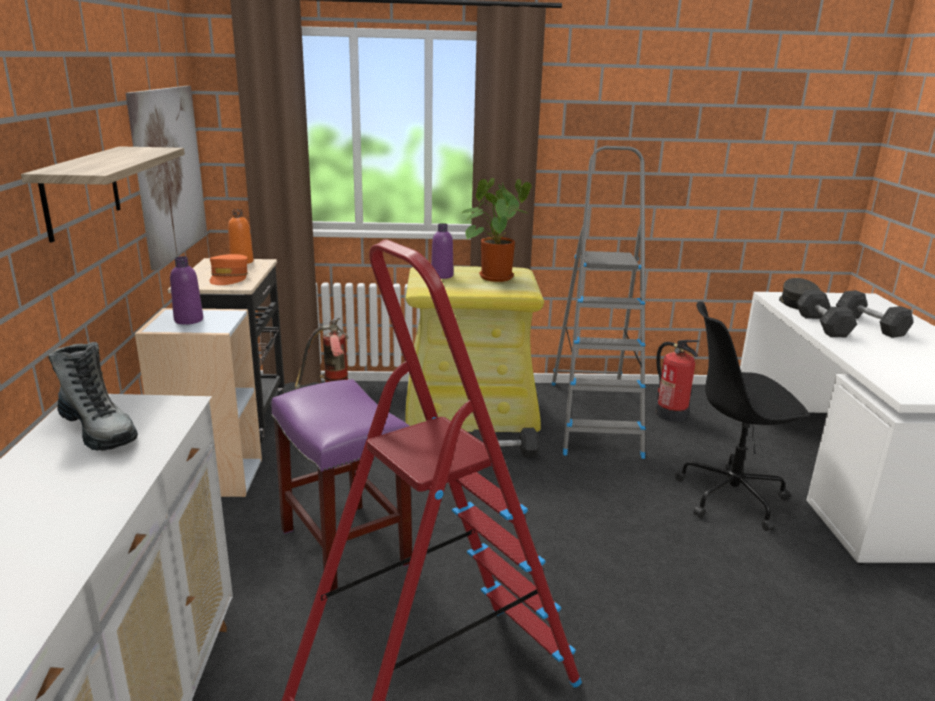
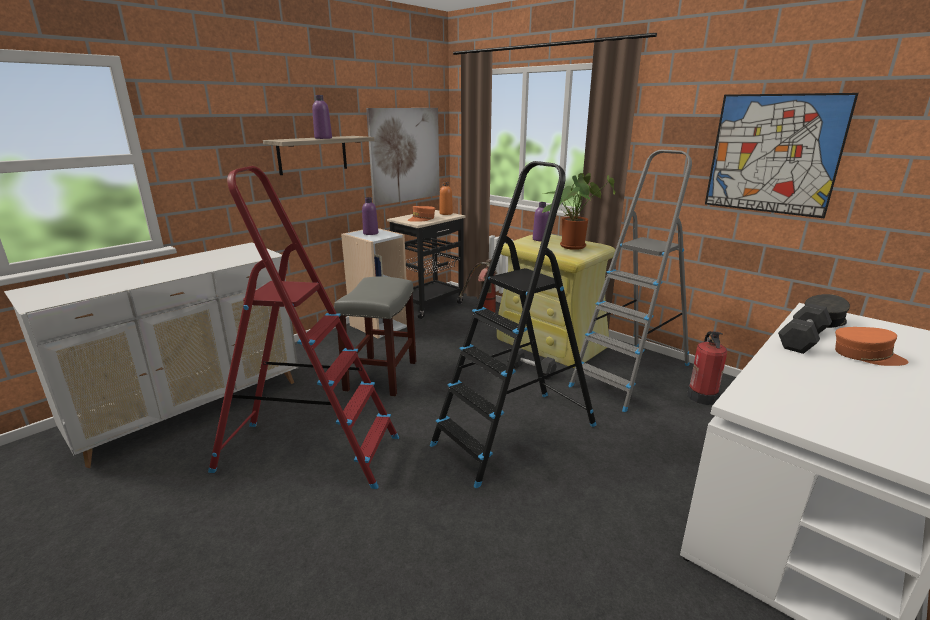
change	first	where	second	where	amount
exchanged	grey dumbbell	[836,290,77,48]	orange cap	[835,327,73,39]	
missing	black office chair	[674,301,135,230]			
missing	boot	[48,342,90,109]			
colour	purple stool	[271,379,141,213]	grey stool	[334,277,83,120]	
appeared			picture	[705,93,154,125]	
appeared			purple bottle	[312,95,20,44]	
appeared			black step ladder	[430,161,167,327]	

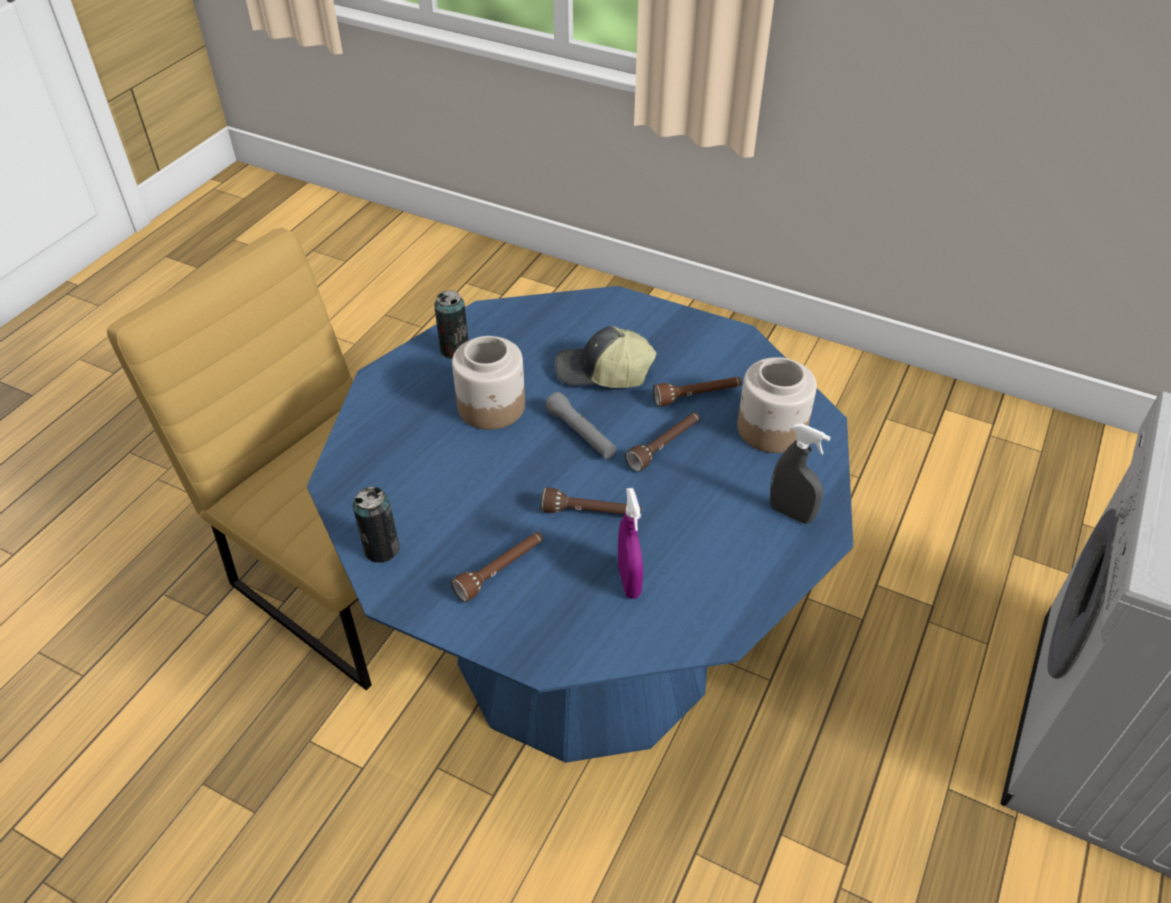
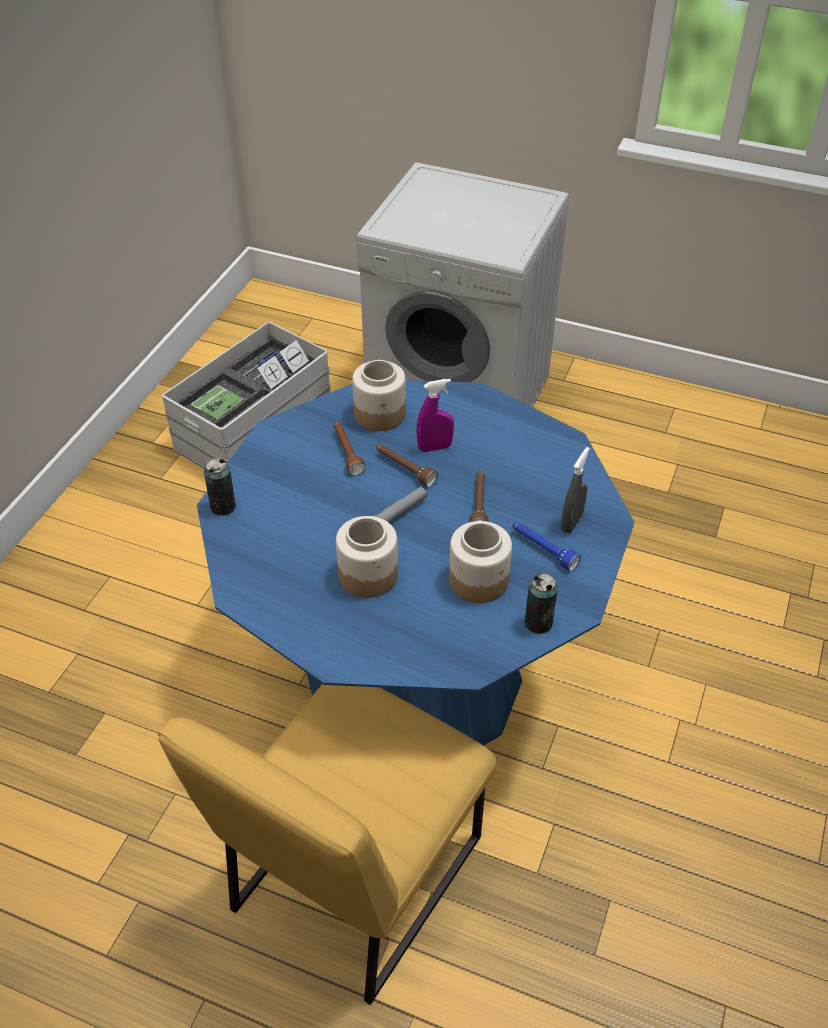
change	first	where	second	where	amount
relocated	can	[434,290,34,69]		[204,458,32,58]	
missing	cap	[555,326,102,62]			
relocated	grey spray bottle	[770,424,61,100]		[561,447,29,86]	
relocated	purple spray bottle	[618,488,25,111]		[416,379,38,73]	
colour	brown flashlight	[451,532,92,70]	blue flashlight	[513,522,68,49]	
appeared			grey storage box	[162,322,168,147]	
appeared			jar	[449,521,63,82]	

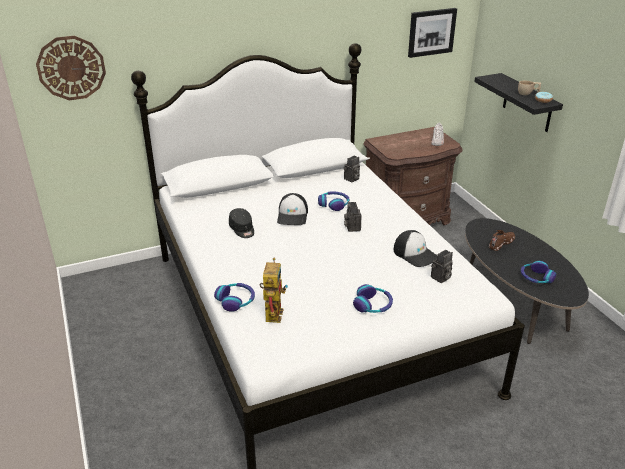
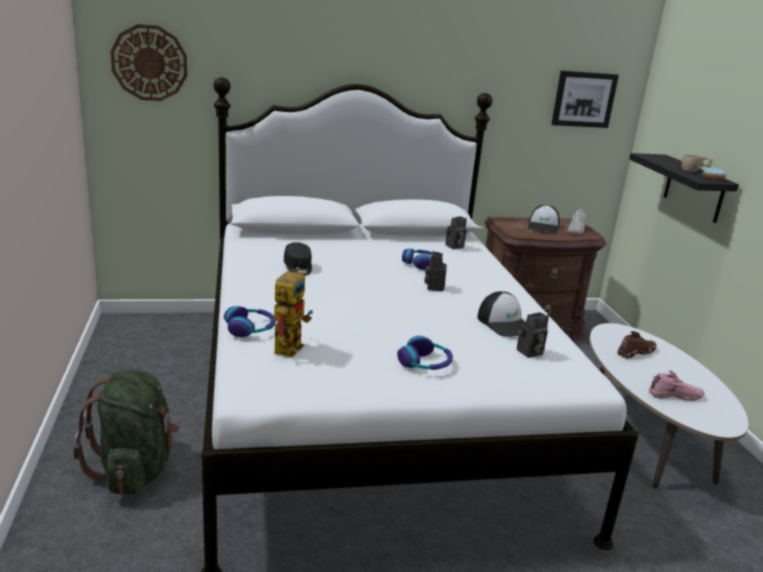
change	first	where	second	where	amount
relocated	cap	[277,193,31,32]		[528,205,32,28]	
colour	black coffee table	[465,218,124,126]	white coffee table	[589,323,159,165]	
exchanged	headphones	[521,261,35,22]	pink shoe	[649,370,56,31]	
appeared			green backpack	[73,370,107,125]	

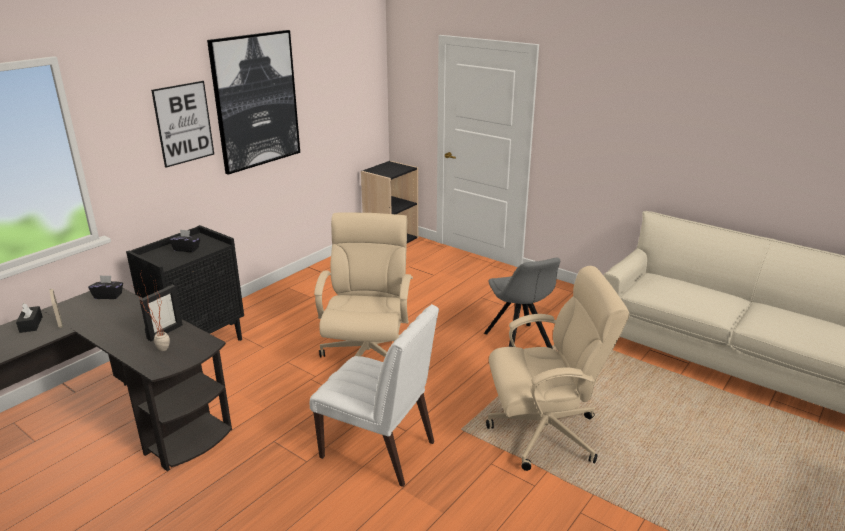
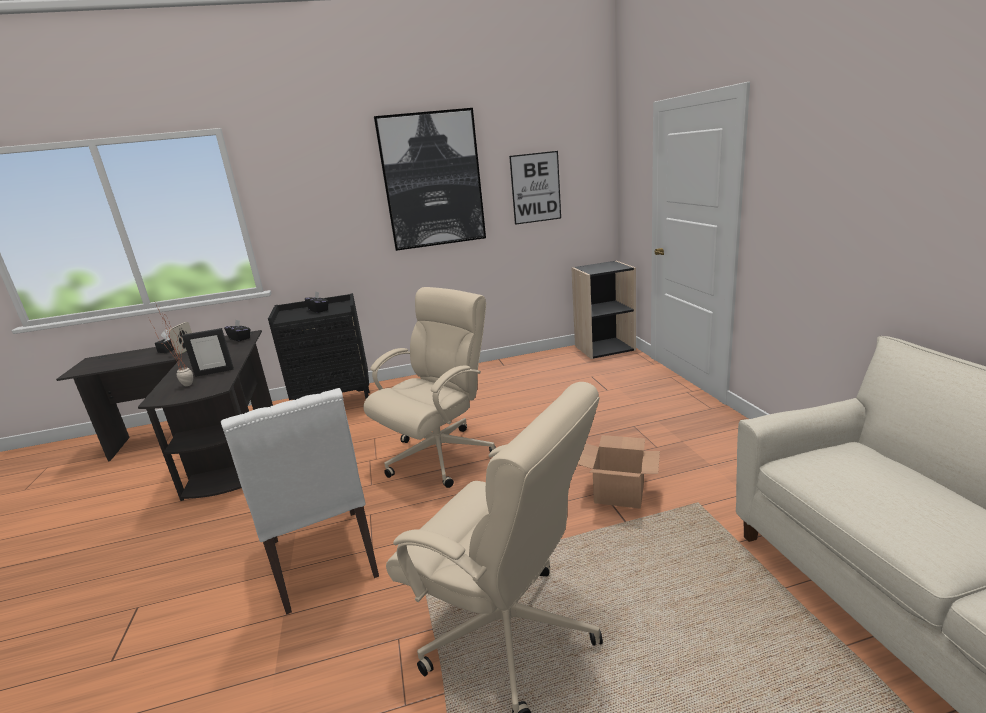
change	first	where	second	where	amount
relocated	picture	[151,81,63,87]		[509,151,52,74]	
exchanged	grey chair	[484,258,76,91]	cardboard box	[578,435,82,74]	

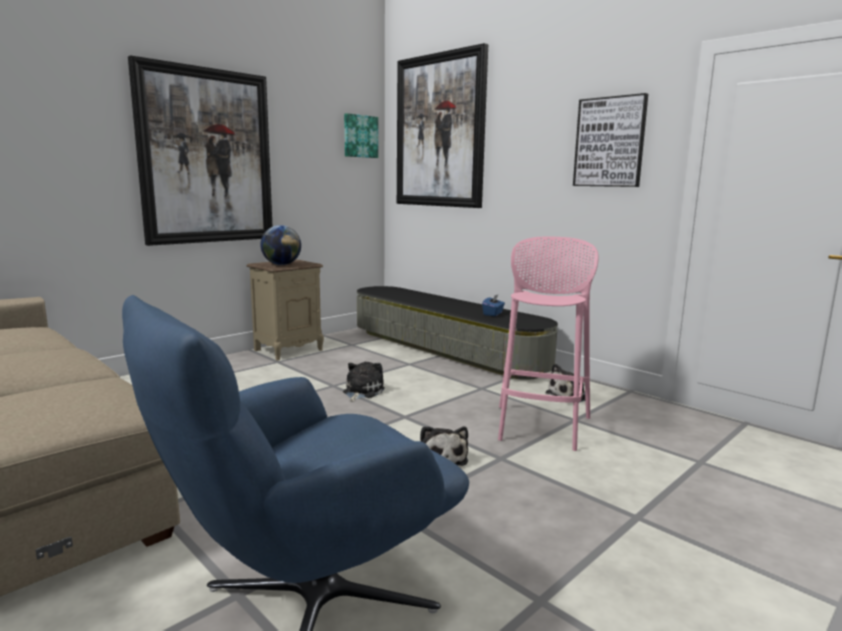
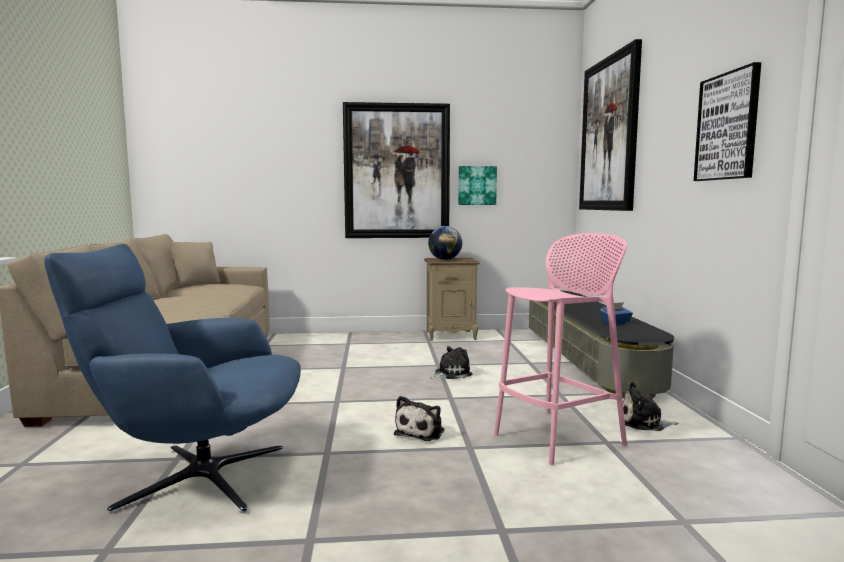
change	first	where	second	where	amount
relocated	picture	[344,113,34,45]		[458,166,39,39]	

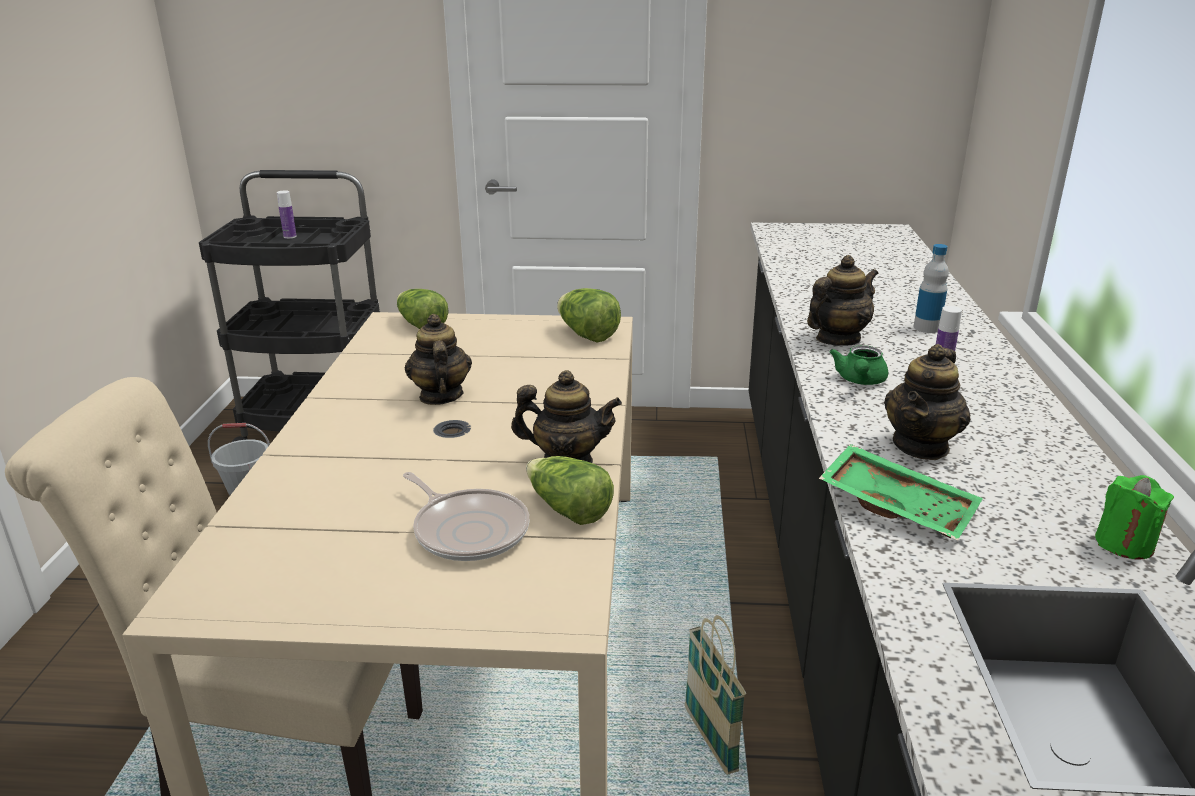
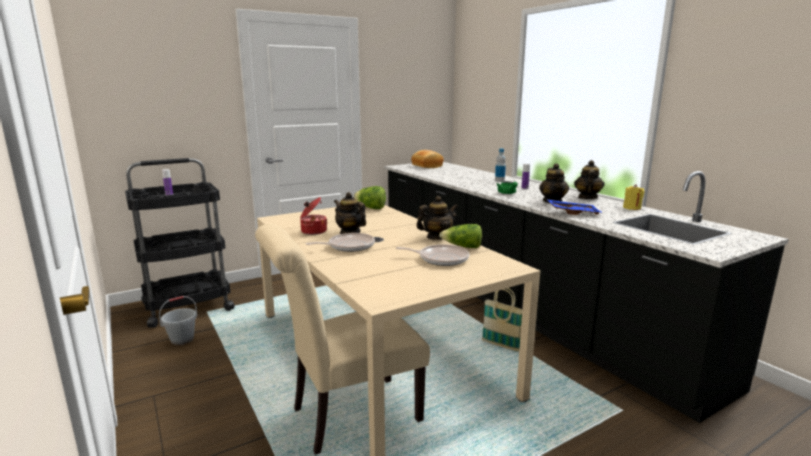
change	first	where	second	where	amount
relocated	teapot	[807,255,72,91]		[574,160,31,39]	
missing	lettuce	[397,289,51,40]			
colour	green tray	[819,444,164,96]	blue tray	[547,199,56,16]	
colour	green candle	[1095,475,79,85]	yellow candle	[623,184,21,26]	
appeared			bread	[411,150,33,18]	
appeared			cooking pot	[300,197,27,38]	
appeared			frying pan	[306,233,69,19]	

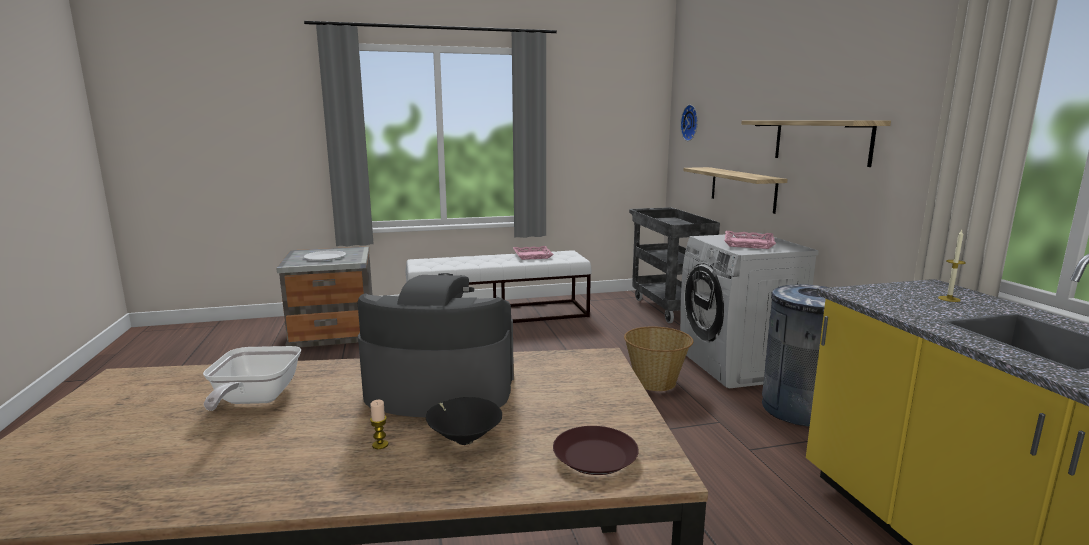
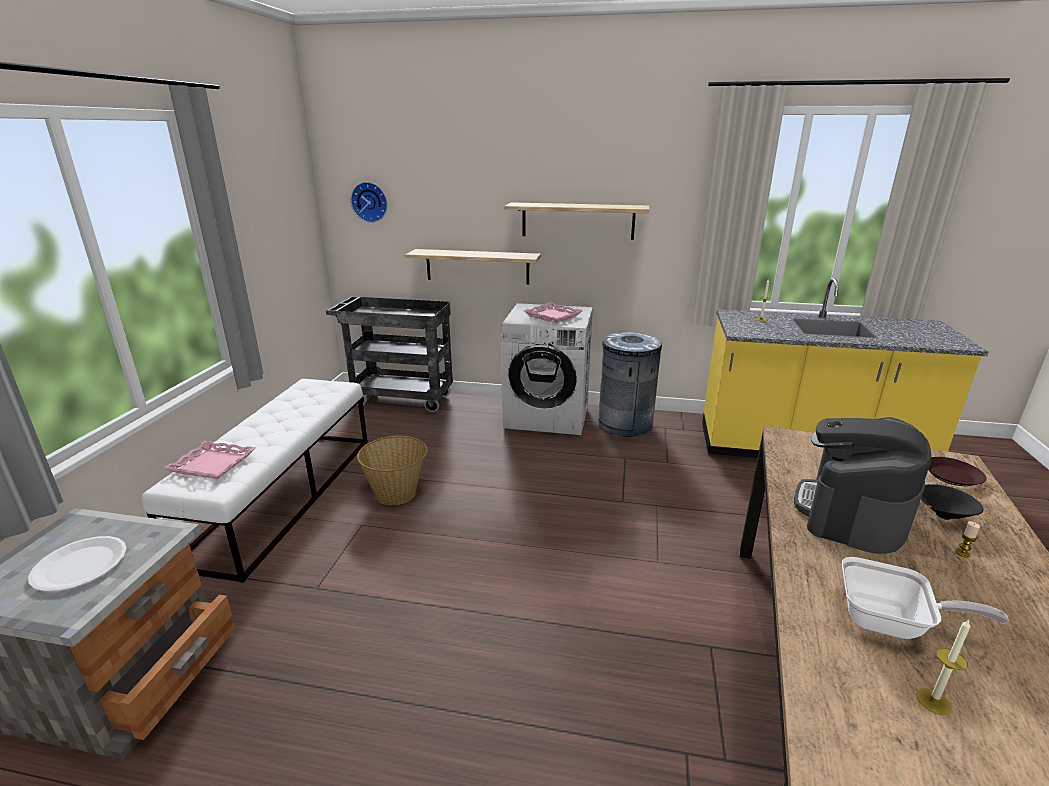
change	first	where	second	where	amount
relocated	pink tray	[513,246,41,14]		[163,440,92,39]	
relocated	basket	[624,326,69,65]		[357,436,71,69]	
appeared			candle	[916,619,54,96]	

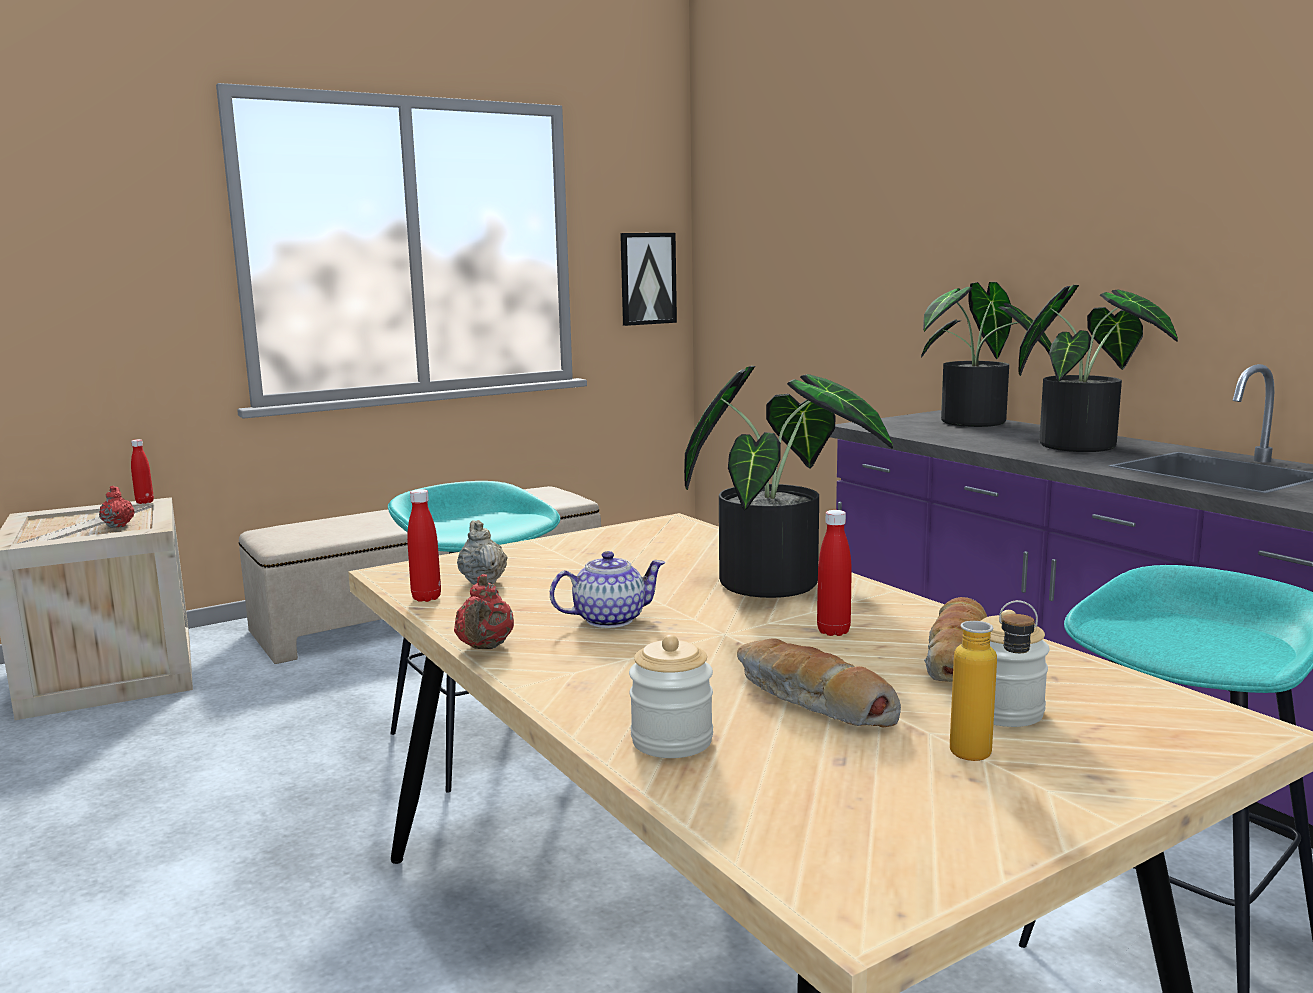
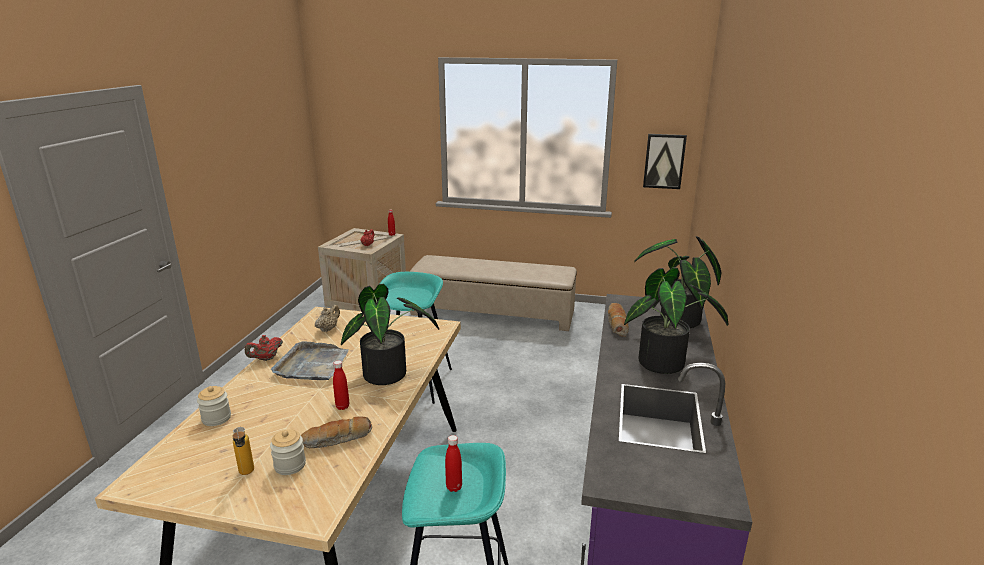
change	first	where	second	where	amount
relocated	red bottle	[407,489,34,113]		[445,435,17,57]	
exchanged	teapot	[550,551,116,77]	grey tray	[271,341,78,39]	
relocated	bread	[737,639,164,88]		[608,303,21,34]	

